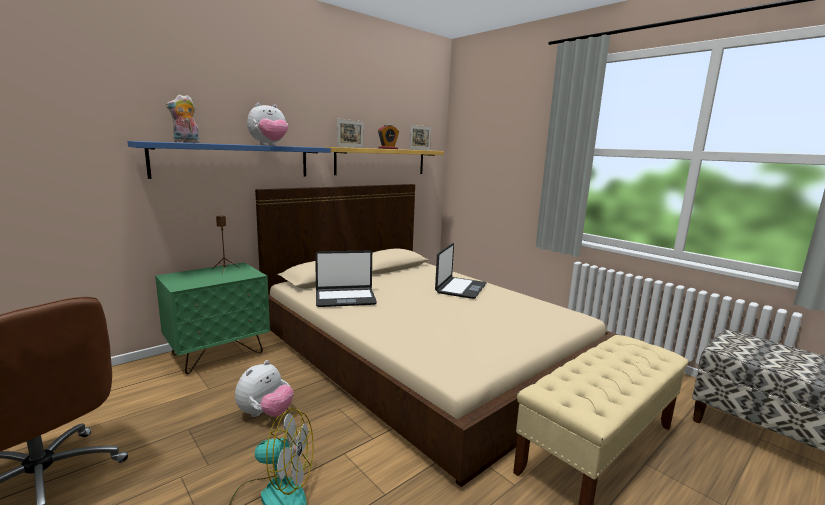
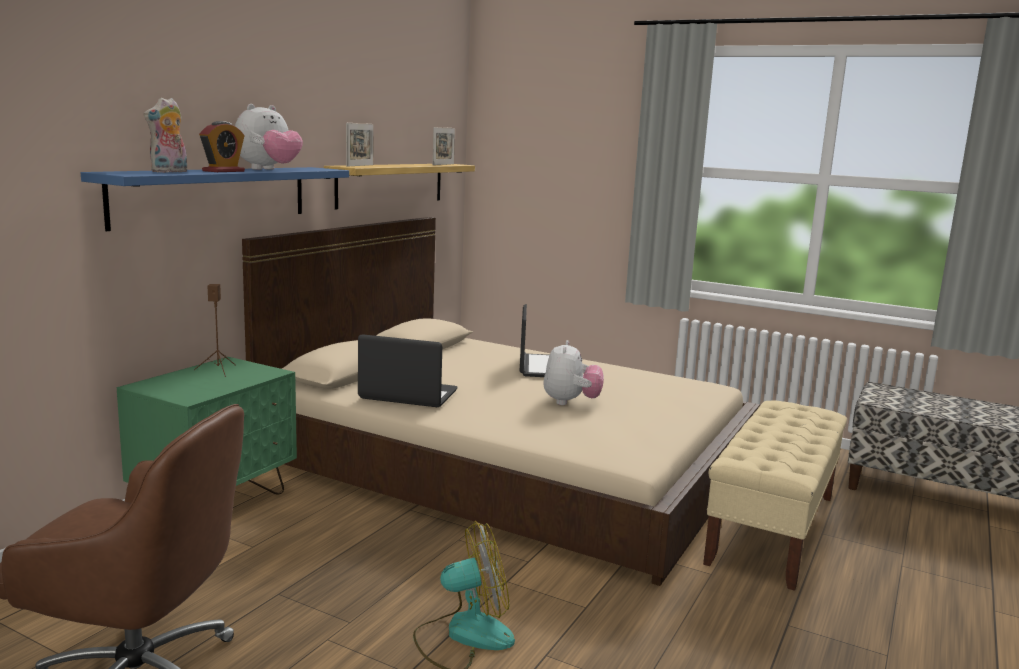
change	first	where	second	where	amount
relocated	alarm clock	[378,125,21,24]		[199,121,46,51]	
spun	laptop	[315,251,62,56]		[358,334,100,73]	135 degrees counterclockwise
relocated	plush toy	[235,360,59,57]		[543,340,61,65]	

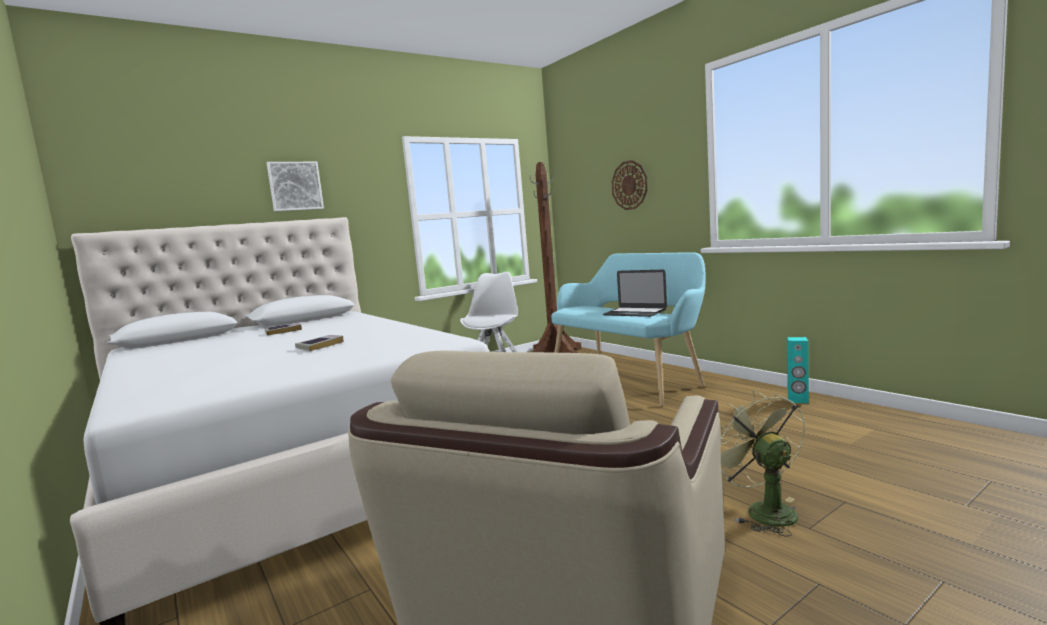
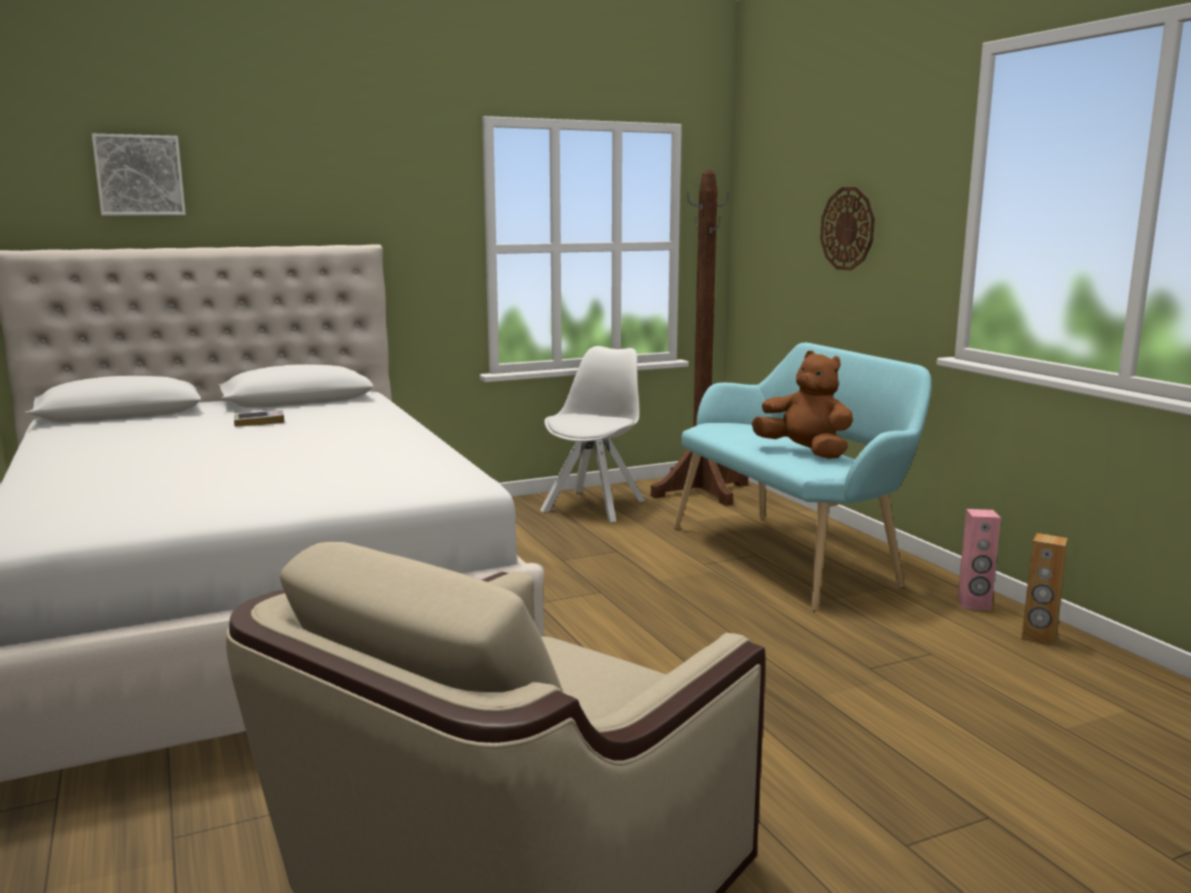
change	first	where	second	where	amount
relocated	picture	[267,162,57,49]		[92,134,94,81]	
exchanged	laptop	[603,270,64,47]	brown plush toy	[752,350,101,109]	
missing	book	[295,335,49,16]			
colour	turquoise speaker	[787,337,22,66]	brown speaker	[1021,533,47,113]	
missing	green fan	[721,391,84,146]			
appeared			pink speaker	[957,509,44,101]	

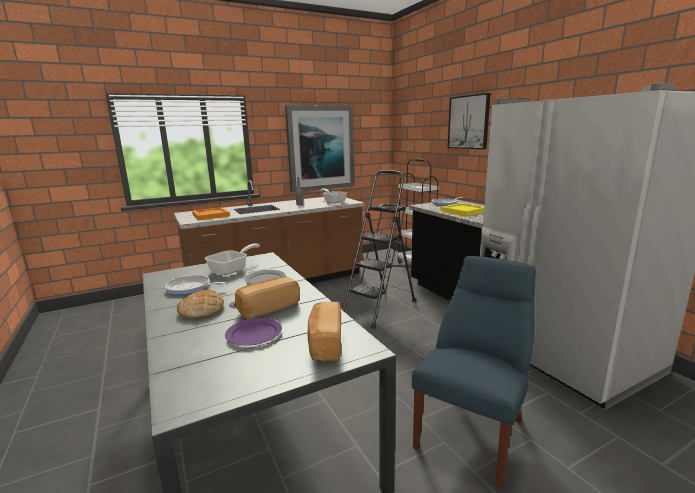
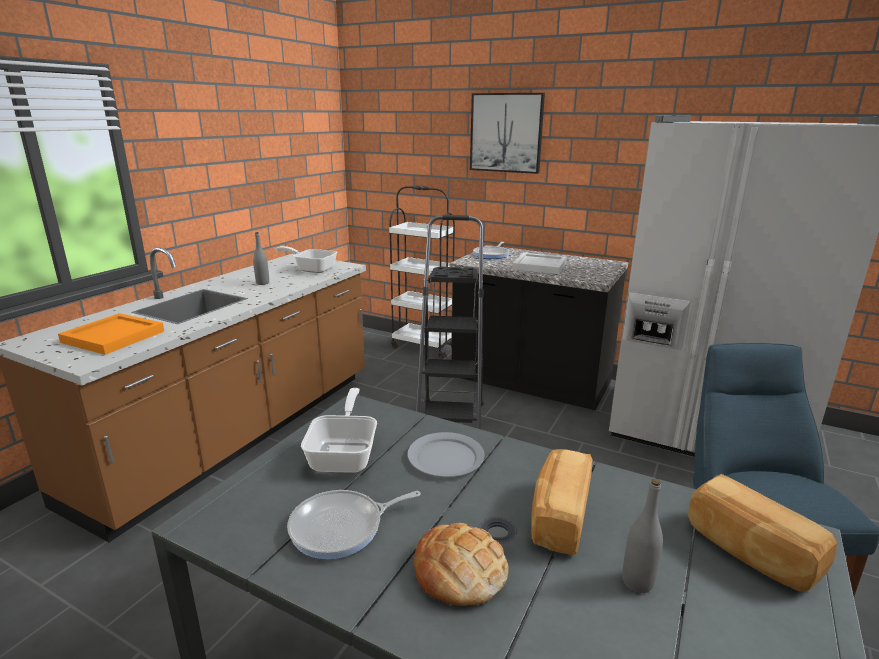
change	first	where	second	where	amount
missing	picture	[285,105,70,87]			
colour	yellow tray	[441,203,43,13]	white tray	[512,253,55,21]	
exchanged	purple plate	[225,318,57,28]	grey bottle	[622,479,41,114]	

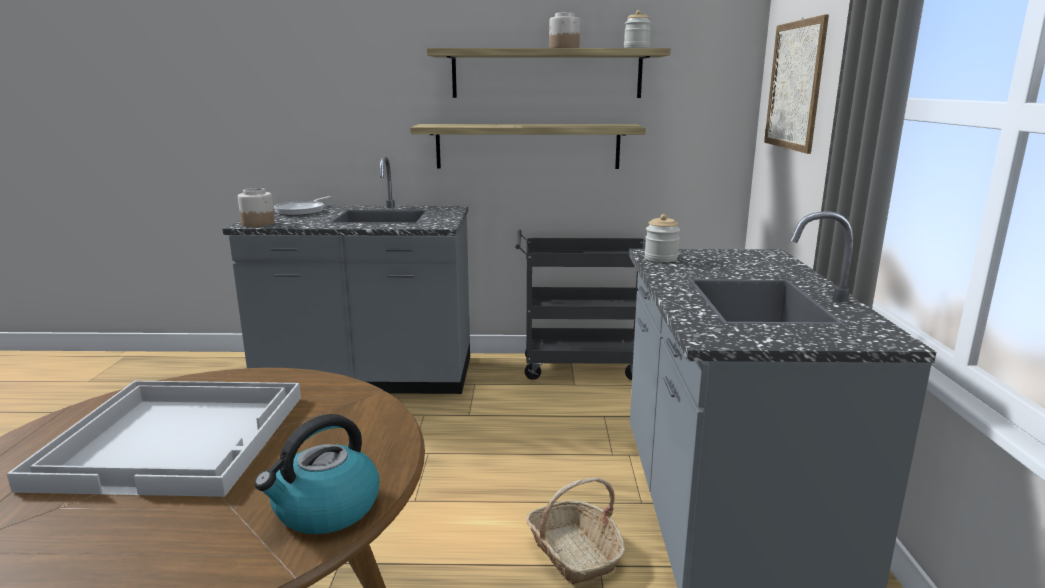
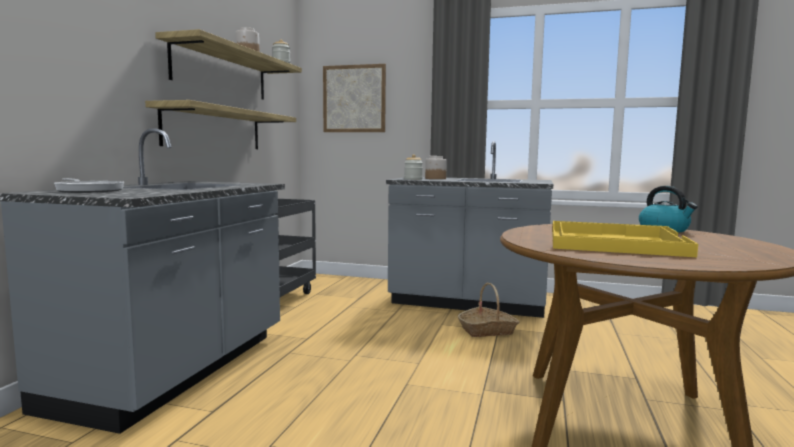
change	first	where	second	where	amount
relocated	jar	[238,188,37,39]		[425,156,22,23]	
colour	white tray	[7,381,294,116]	yellow tray	[552,221,146,36]	

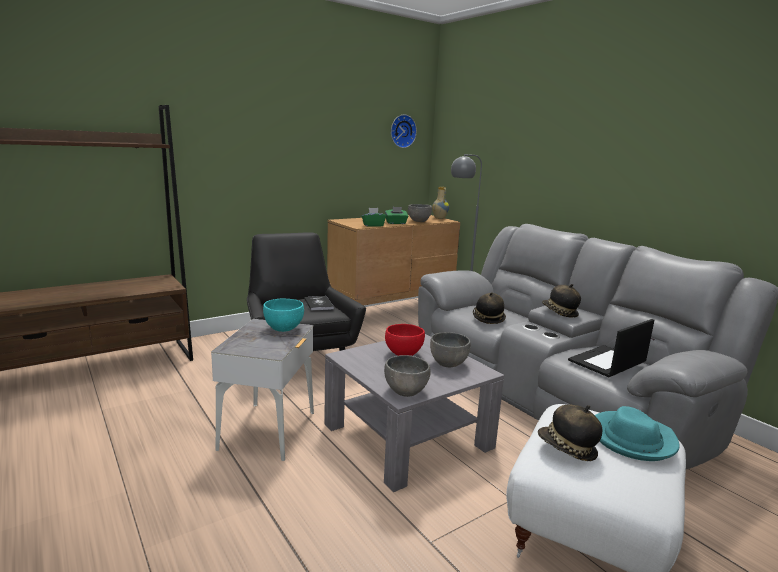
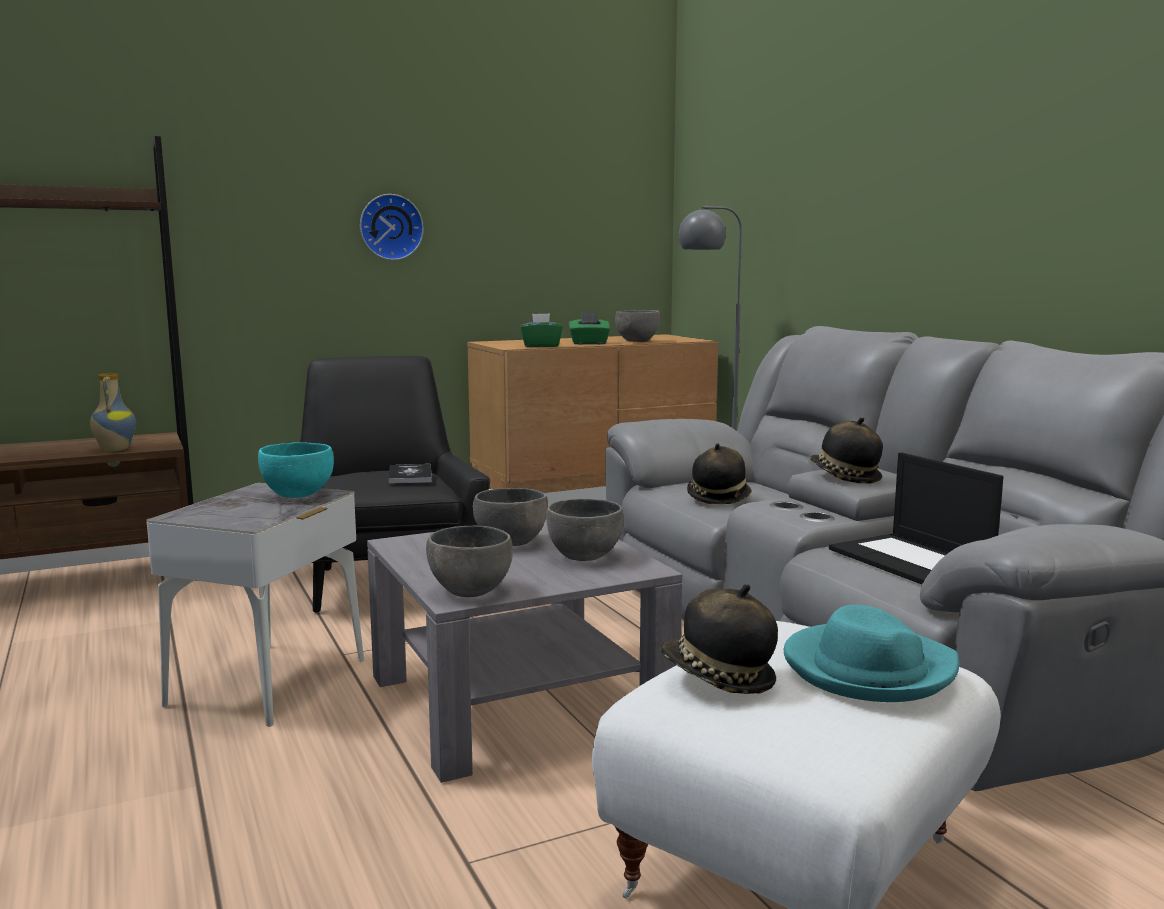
change	first	where	second	where	amount
relocated	wall clock	[391,115,26,33]		[360,194,64,66]	
relocated	vase	[432,187,17,32]		[90,373,46,78]	
spun	laptop	[568,319,86,58]		[829,453,174,131]	90 degrees counterclockwise
colour	red bowl	[385,324,40,32]	grey bowl	[473,488,75,58]	

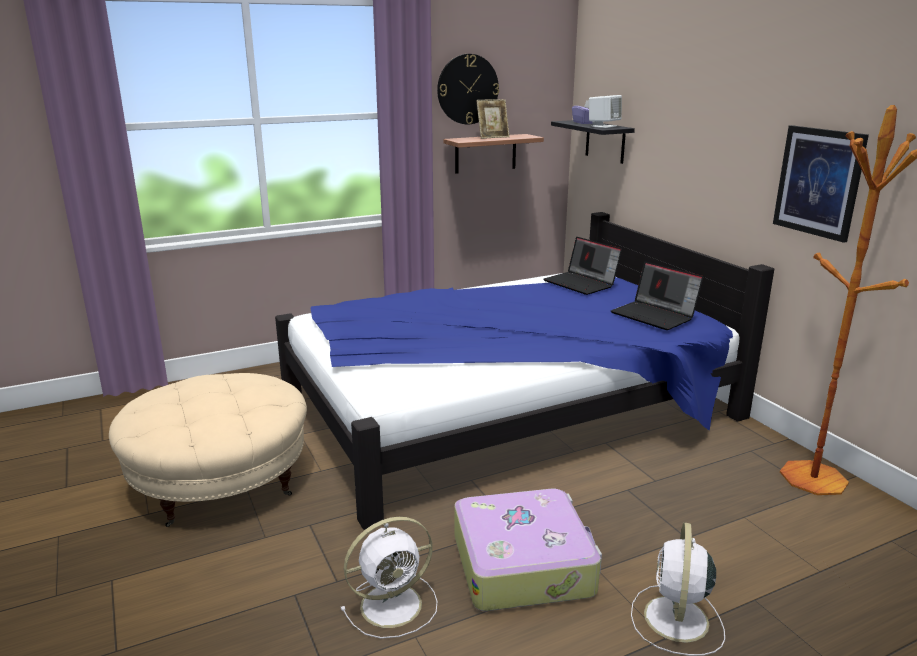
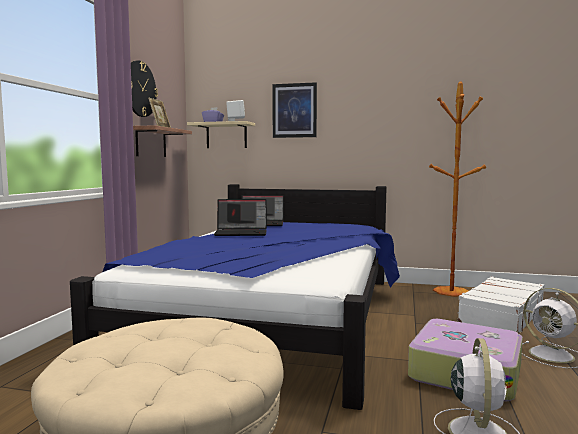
change	first	where	second	where	amount
colour	black shelf	[551,120,84,44]	beige shelf	[187,121,68,27]	
relocated	picture	[773,125,96,118]		[272,82,45,56]	
relocated	laptop	[611,262,92,68]		[214,199,53,37]	
appeared			white suitcase	[456,276,88,57]	

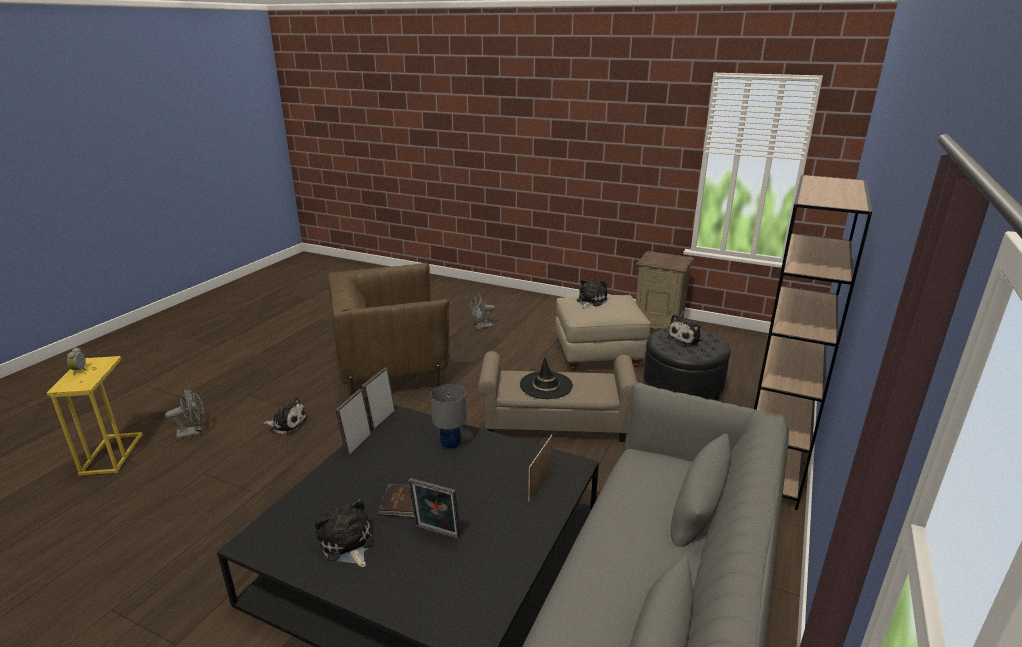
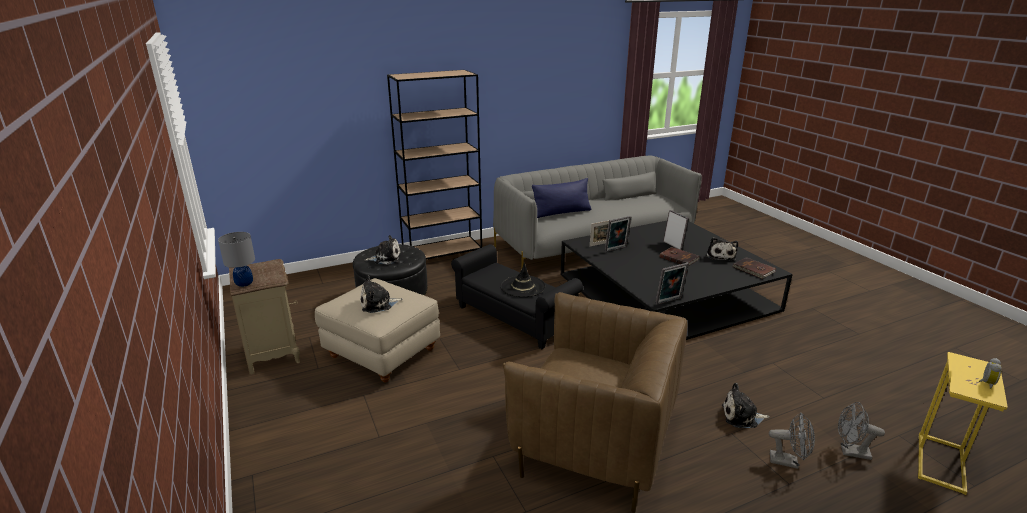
change	first	where	second	where	amount
relocated	grey fan	[469,293,26,37]		[769,412,46,57]	
colour	beige ottoman	[478,351,159,91]	black ottoman	[451,244,132,105]	
relocated	grey table lamp	[431,384,36,64]		[218,232,37,55]	
relocated	picture frame	[335,389,36,68]		[605,216,26,36]	
spun	plush toy	[263,397,45,37]		[722,383,48,45]	45 degrees counterclockwise
appeared			blue pillow	[532,178,59,40]	
appeared			brown book	[733,257,43,22]	

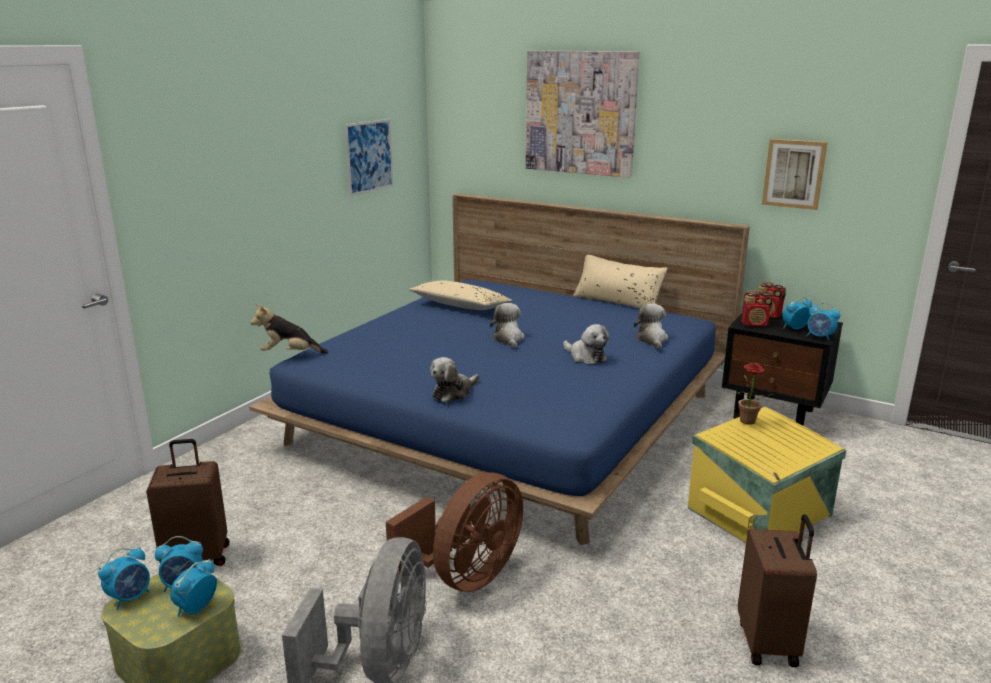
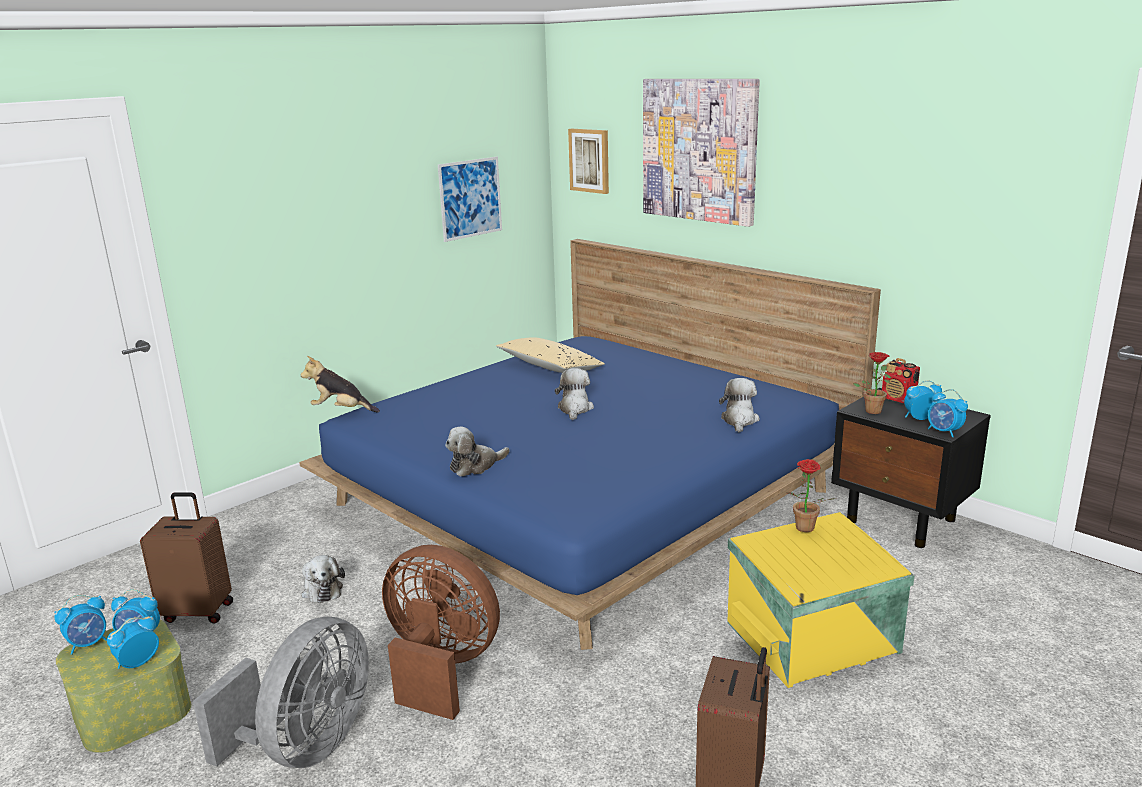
change	first	where	second	where	amount
relocated	picture	[762,139,66,71]		[568,129,41,65]	
missing	beige pillow	[573,255,95,53]			
exchanged	radio	[741,290,32,36]	potted plant	[853,352,38,62]	
relocated	plush toy	[563,324,46,40]		[301,555,44,48]	
spun	brown fan	[386,473,137,119]		[382,545,118,175]	120 degrees counterclockwise

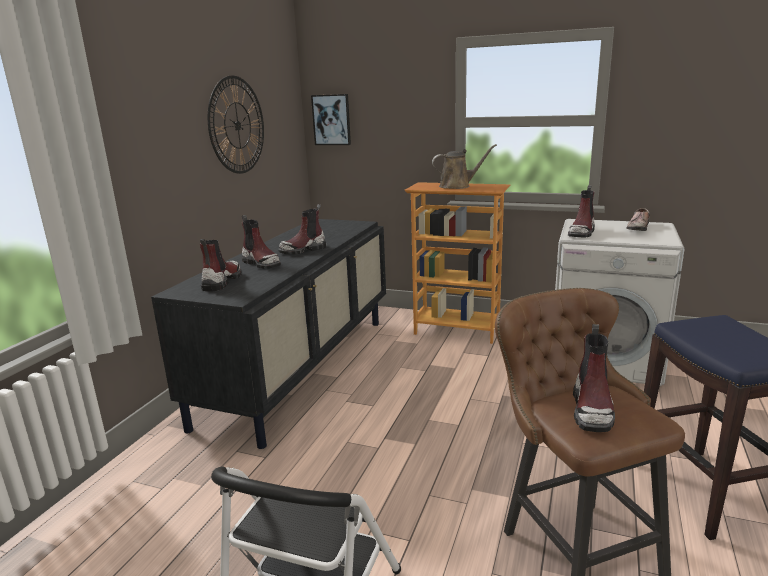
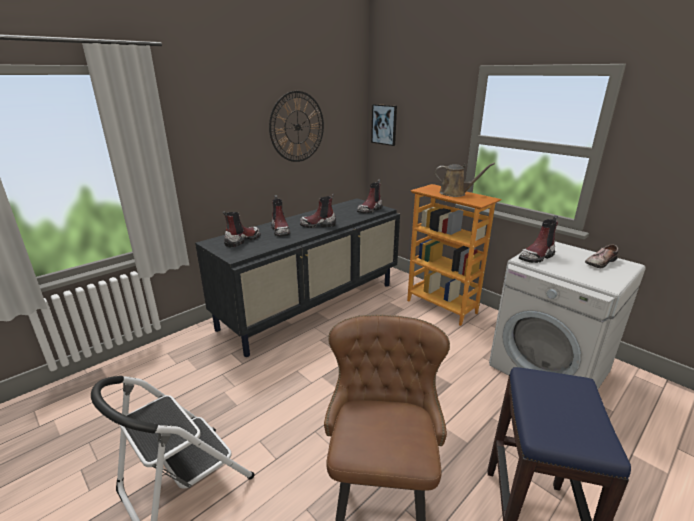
change	first	where	second	where	amount
relocated	boot	[573,324,42,108]		[357,179,25,35]	

